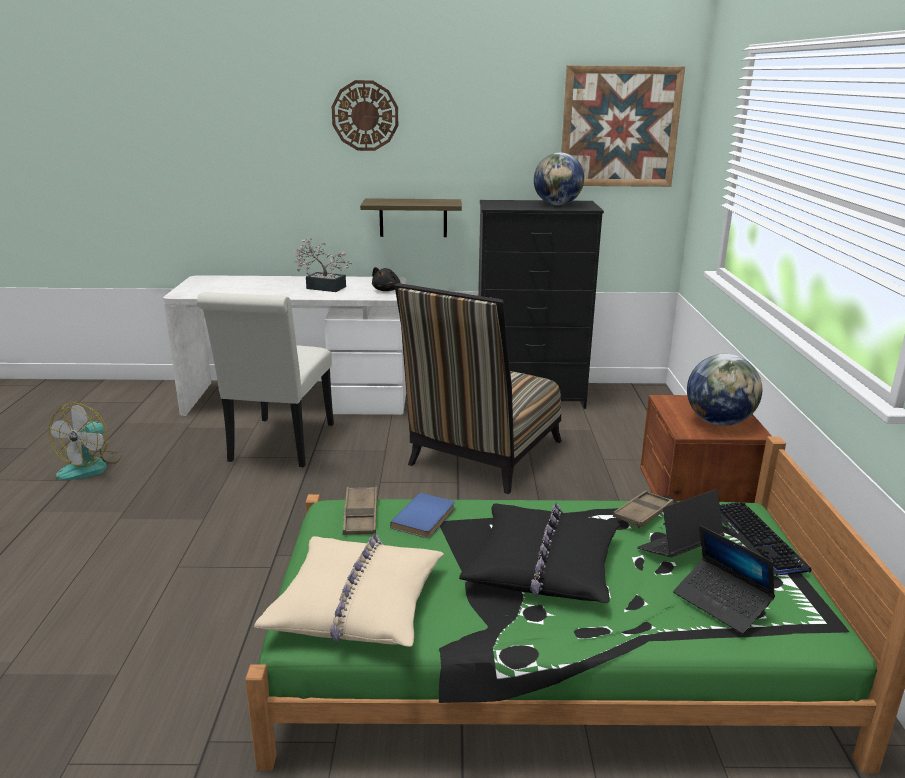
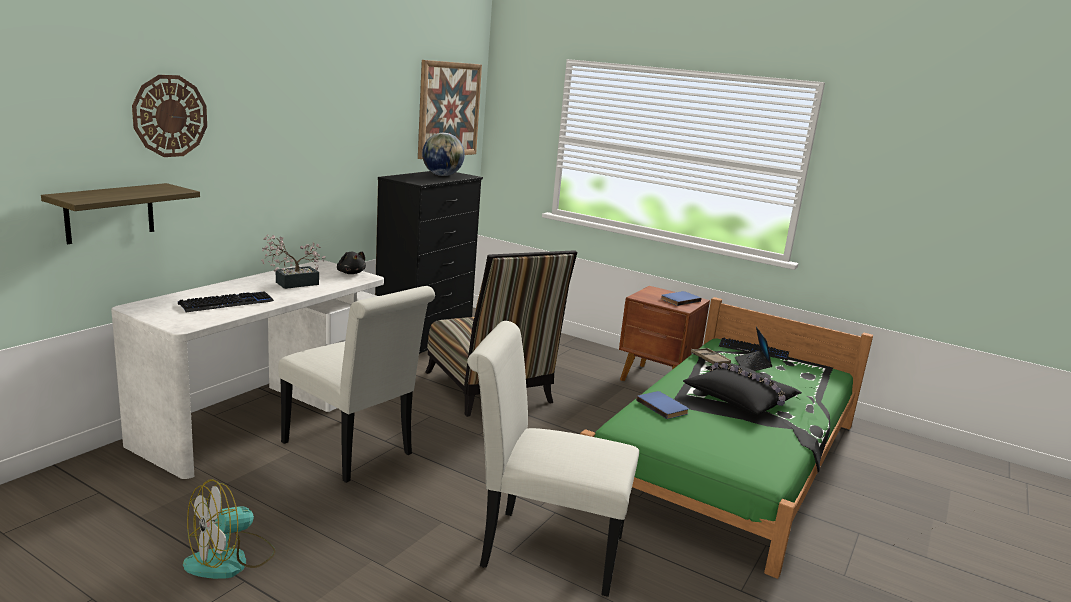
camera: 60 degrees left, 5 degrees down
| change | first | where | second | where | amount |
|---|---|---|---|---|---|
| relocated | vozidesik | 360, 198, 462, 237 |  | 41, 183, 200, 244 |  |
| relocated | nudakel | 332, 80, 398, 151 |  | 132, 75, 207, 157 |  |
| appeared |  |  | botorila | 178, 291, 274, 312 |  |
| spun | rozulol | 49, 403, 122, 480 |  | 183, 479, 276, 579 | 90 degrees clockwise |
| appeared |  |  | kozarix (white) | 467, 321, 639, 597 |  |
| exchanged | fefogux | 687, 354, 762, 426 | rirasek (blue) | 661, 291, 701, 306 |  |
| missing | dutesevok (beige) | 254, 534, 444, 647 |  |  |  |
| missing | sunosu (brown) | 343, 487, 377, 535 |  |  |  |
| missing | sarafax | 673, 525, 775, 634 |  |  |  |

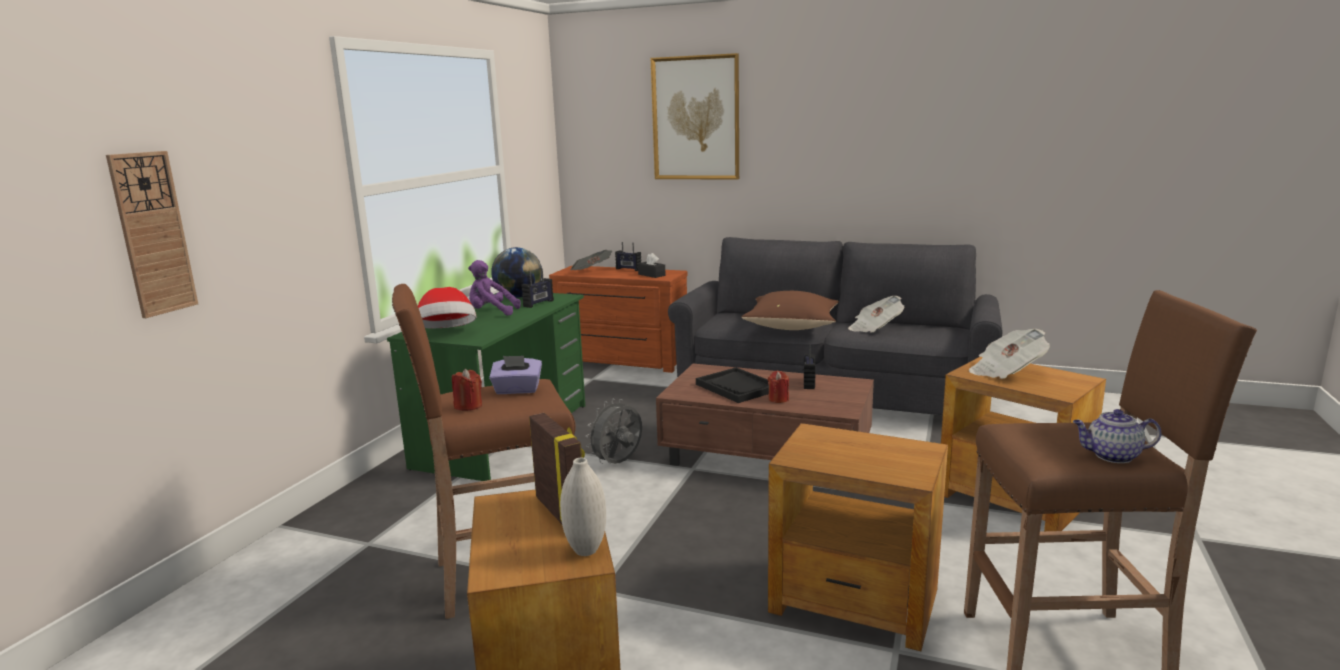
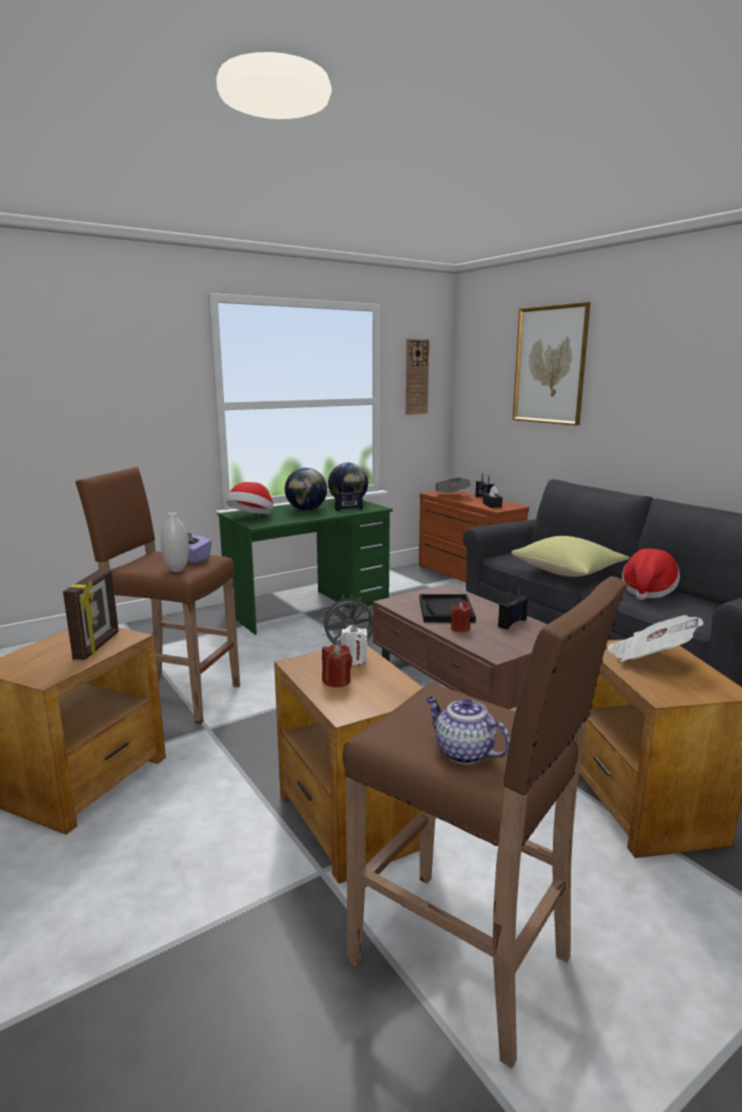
camera: 35 degrees right, 0 degrees up
| change | first | where | second | where | amount |
|---|---|---|---|---|---|
| relocated | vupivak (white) | 560, 458, 606, 556 |  | 160, 512, 189, 572 |  |
| exchanged | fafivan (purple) | 468, 260, 521, 316 | fefogux | 285, 468, 327, 511 |  |
| relocated | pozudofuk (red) | 452, 369, 482, 411 |  | 322, 644, 353, 687 |  |
| appeared |  |  | pozudofuk (white) | 340, 625, 367, 666 |  |
| relocated | nudakel | 106, 151, 198, 318 |  | 406, 339, 430, 415 |  |
| colour | dutesevok (brown) | 742, 291, 839, 330 | dutesevok (yellow) | 511, 536, 629, 577 |  |
| exchanged | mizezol | 848, 296, 904, 332 | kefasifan | 622, 548, 680, 600 |  |

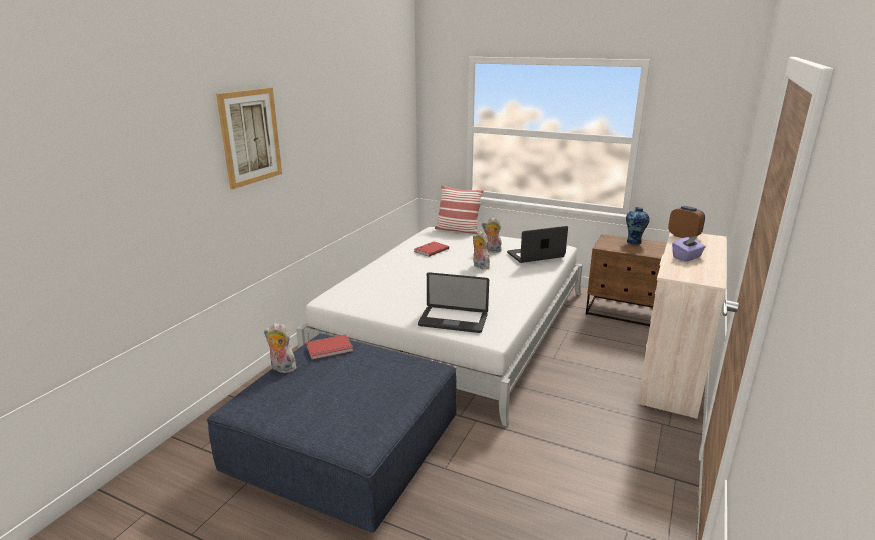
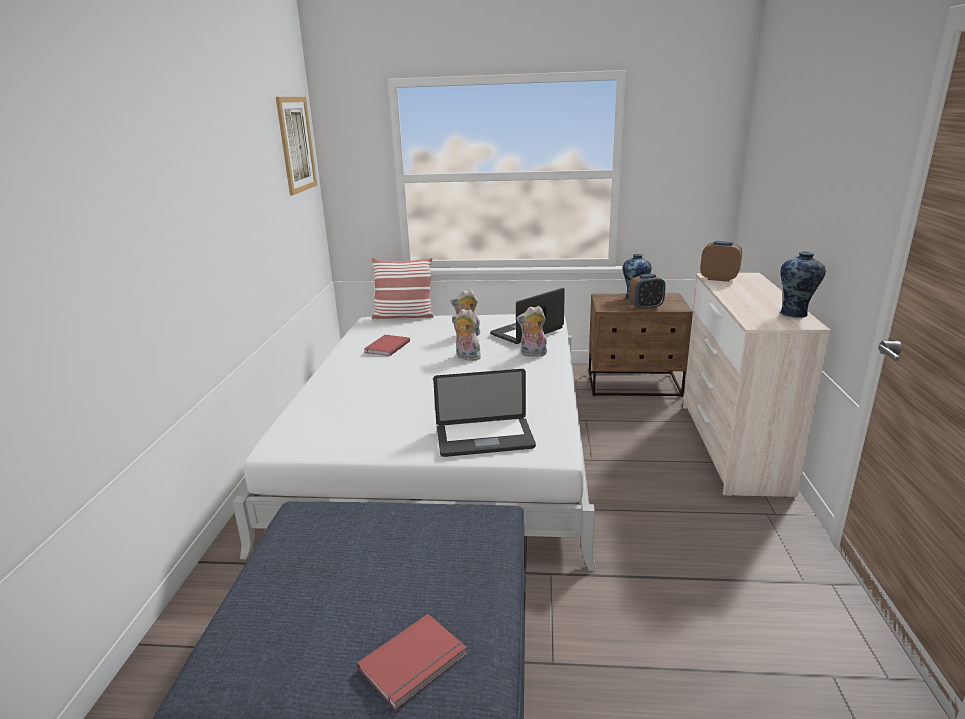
camera: 20 degrees left, 0 degrees up
| change | first | where | second | where | amount |
|---|---|---|---|---|---|
| relocated | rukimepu | 216, 88, 282, 189 |  | 276, 97, 317, 195 |  |
| relocated | rirasek (red) | 306, 334, 353, 360 |  | 357, 614, 467, 710 |  |
| relocated | fafivan | 264, 323, 296, 373 |  | 516, 306, 547, 357 |  |
| appeared |  |  | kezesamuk | 629, 274, 666, 310 |  |
| appeared |  |  | vupivak | 780, 251, 826, 318 |  |
| missing | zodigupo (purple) | 672, 236, 706, 262 |  |  |  |

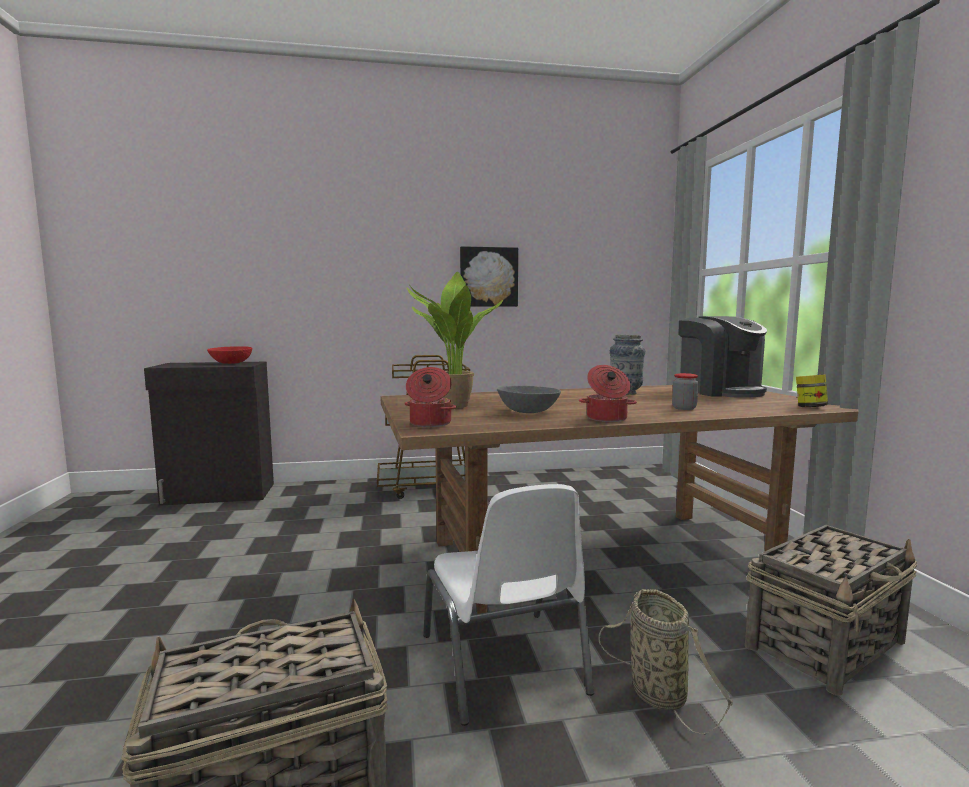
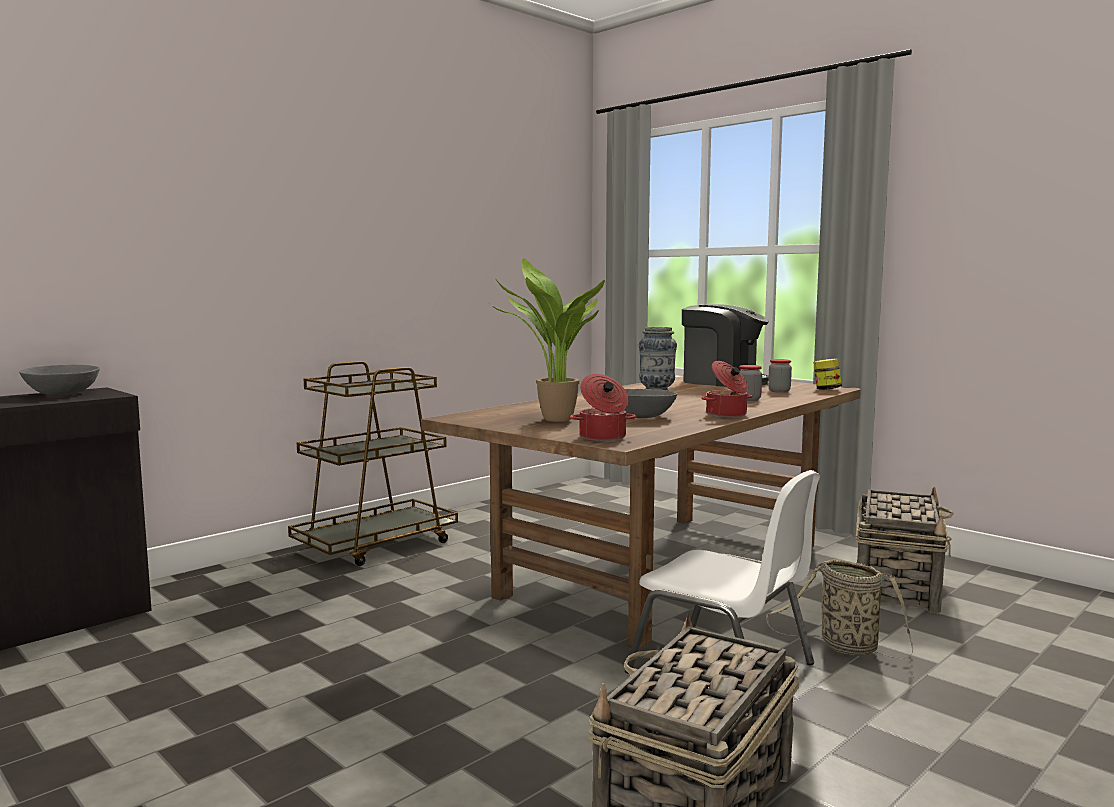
camera: 35 degrees left, 0 degrees up
| change | first | where | second | where | amount |
|---|---|---|---|---|---|
| colour | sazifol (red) | 207, 346, 252, 364 | sazifol (grey) | 19, 365, 100, 395 |  |
| appeared |  |  | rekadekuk | 768, 359, 792, 393 |  |
| missing | rukimepu | 460, 246, 518, 307 |  |  |  |

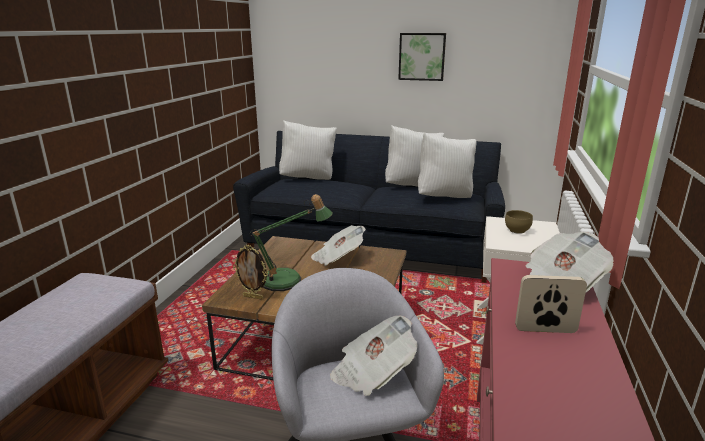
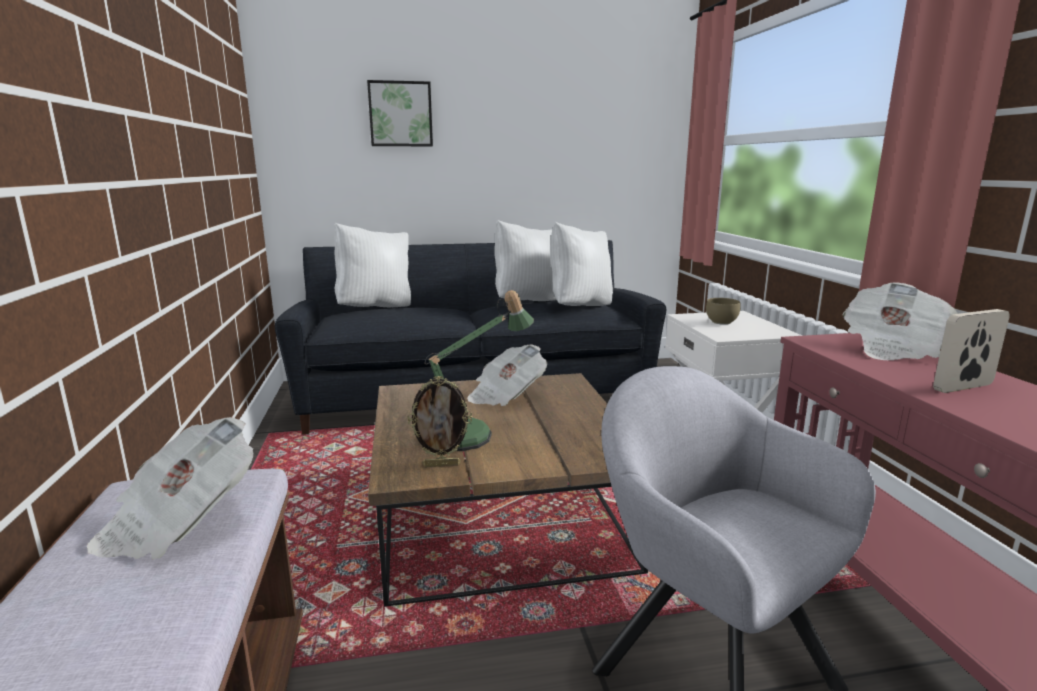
camera: 25 degrees left, 5 degrees down
| change | first | where | second | where | amount |
|---|---|---|---|---|---|
| relocated | mizezol | 330, 316, 417, 396 |  | 87, 417, 254, 560 |  |
| relocated | rukimepu | 398, 33, 446, 81 |  | 367, 80, 433, 146 |  |

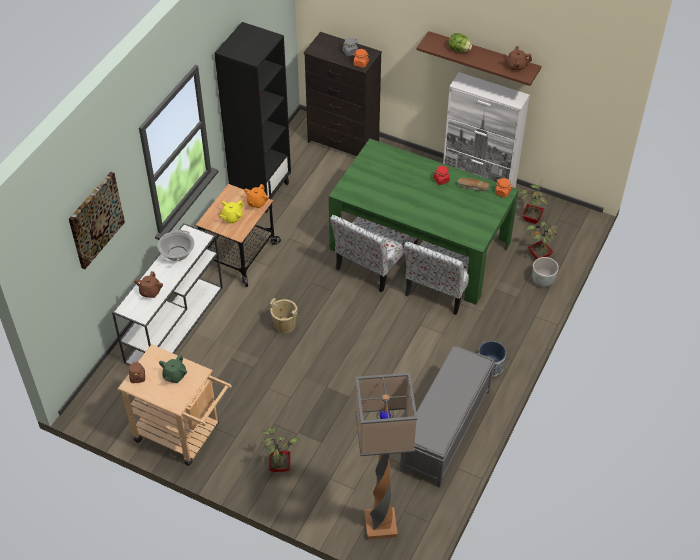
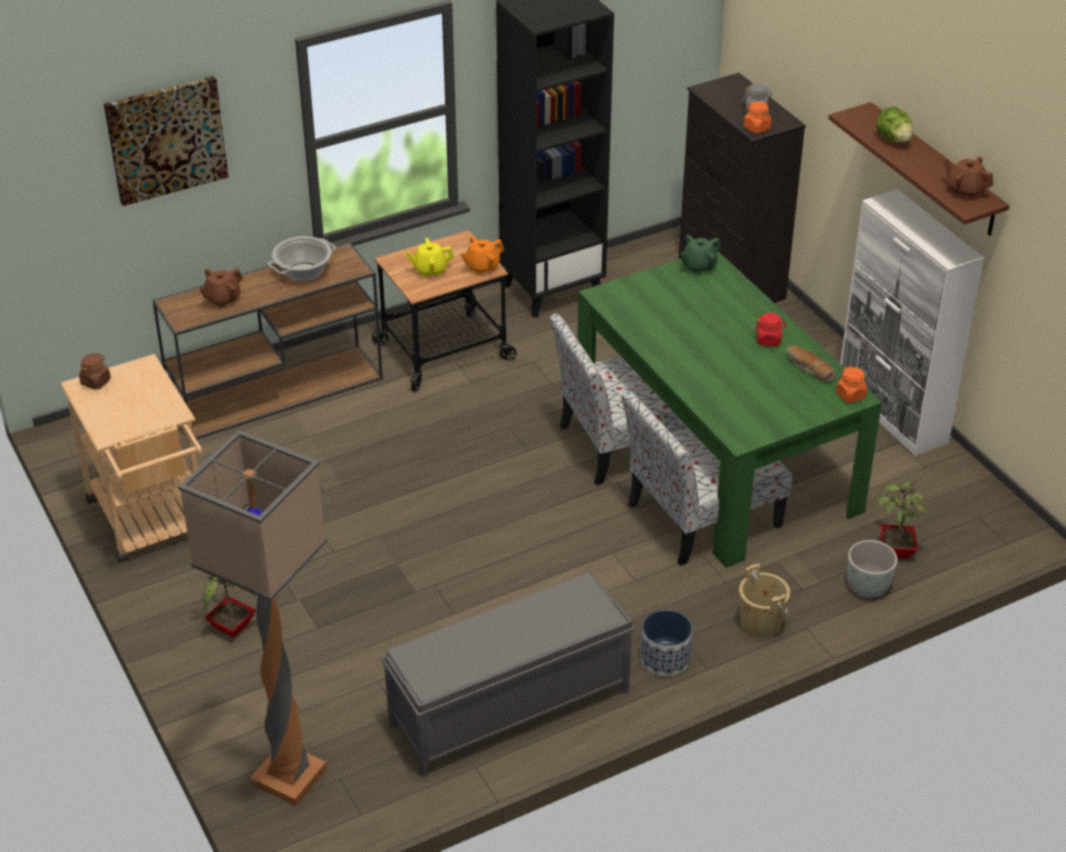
camera: 35 degrees right, 10 degrees down
| change | first | where | second | where | amount |
|---|---|---|---|---|---|
| colour | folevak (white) | 112, 223, 223, 365 | folevak (brown) | 152, 242, 383, 440 |  |
| relocated | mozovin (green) | 159, 355, 187, 383 |  | 679, 235, 721, 274 |  |
| relocated | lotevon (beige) | 270, 298, 298, 334 |  | 739, 564, 790, 638 |  |
| missing | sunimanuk | 519, 179, 548, 224 |  |  |  |

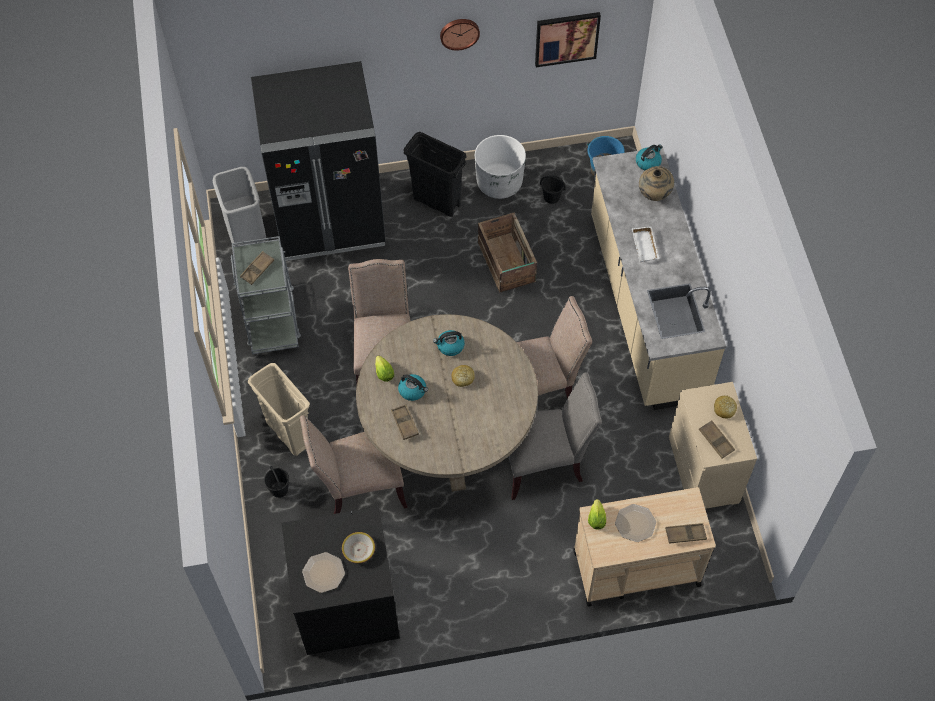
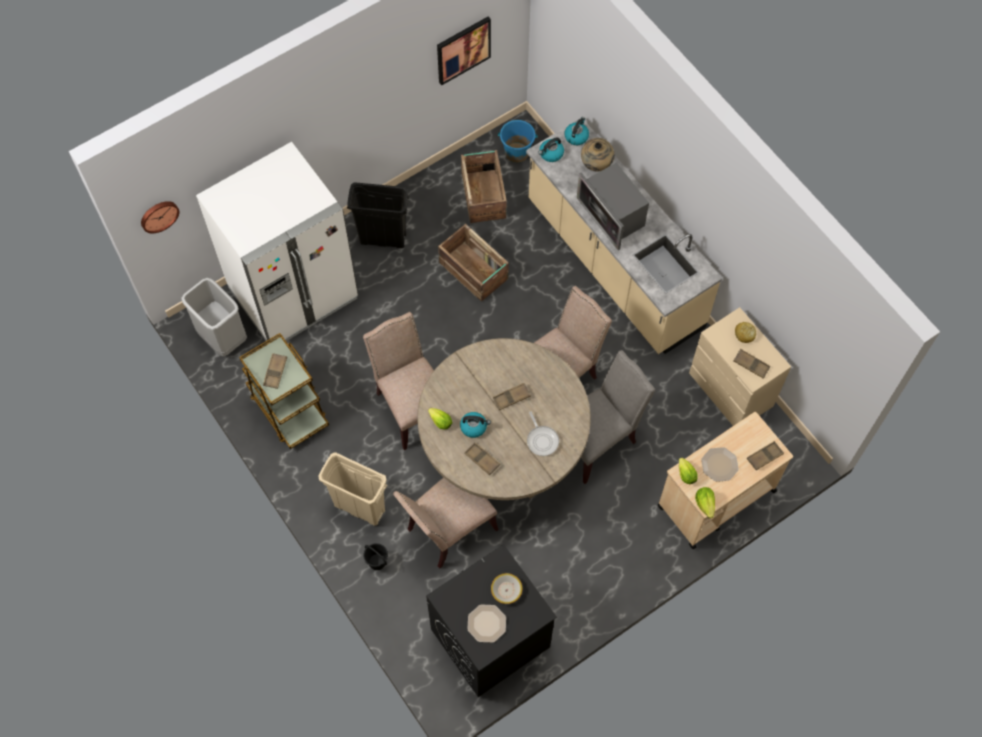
camera: 25 degrees left, 5 degrees up
| change | first | where | second | where | amount |
|---|---|---|---|---|---|
| relocated | nudakel | 440, 19, 480, 51 |  | 141, 201, 179, 234 |  |
| colour | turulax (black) | 251, 61, 386, 261 | turulax (white) | 196, 142, 358, 343 |  |
| colour | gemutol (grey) | 231, 236, 301, 354 | gemutol (brown) | 239, 333, 329, 449 |  |
| exchanged | lotevon (black) | 540, 175, 566, 204 | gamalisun | 461, 150, 507, 223 |  |
| exchanged | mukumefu | 451, 365, 475, 387 | sunosu (brown) | 493, 383, 531, 410 |  |
| appeared |  |  | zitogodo | 527, 411, 559, 456 |  |
| relocated | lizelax | 433, 330, 465, 356 |  | 538, 137, 564, 162 |  |
| exchanged | sunosu (white) | 632, 226, 660, 262 | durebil | 577, 163, 649, 250 |  |
| appeared |  |  | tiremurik | 695, 487, 715, 519 |  |
| missing | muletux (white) | 475, 135, 526, 199 |  |  |  |

